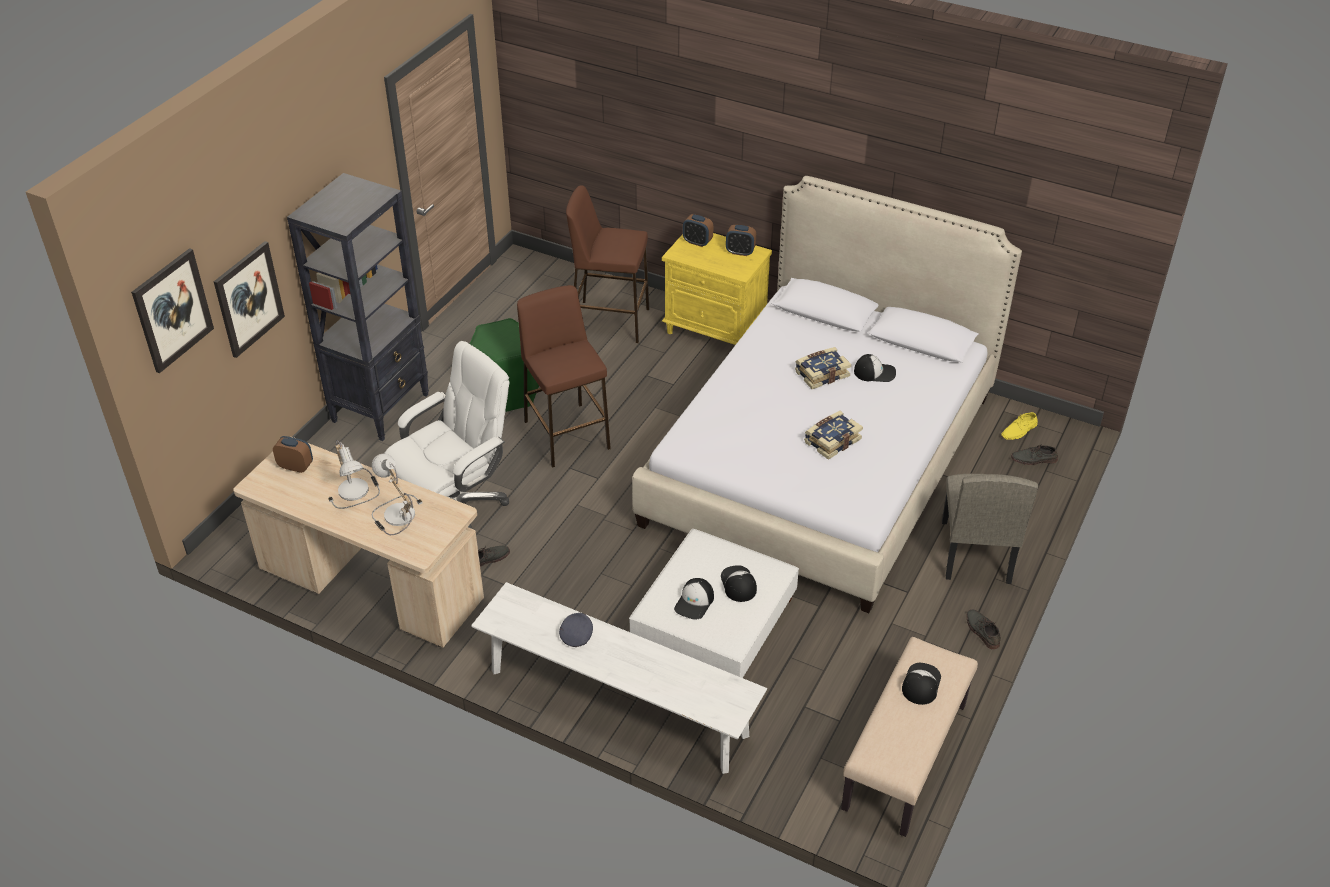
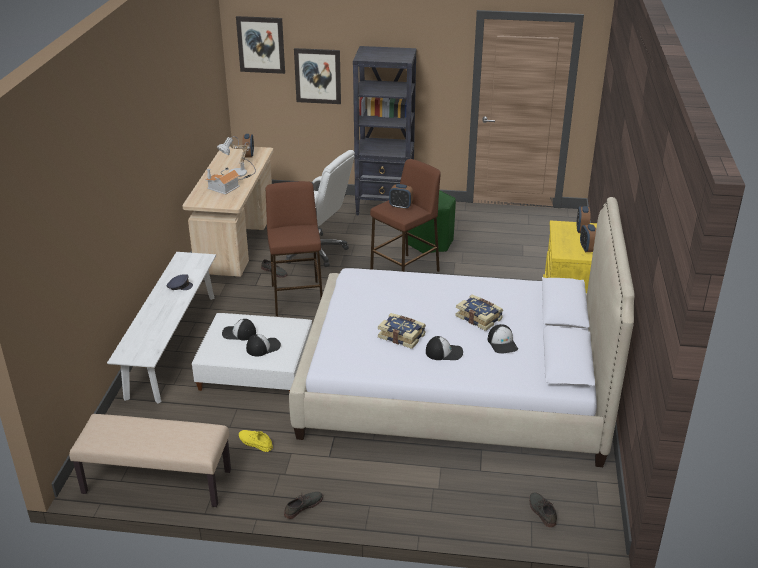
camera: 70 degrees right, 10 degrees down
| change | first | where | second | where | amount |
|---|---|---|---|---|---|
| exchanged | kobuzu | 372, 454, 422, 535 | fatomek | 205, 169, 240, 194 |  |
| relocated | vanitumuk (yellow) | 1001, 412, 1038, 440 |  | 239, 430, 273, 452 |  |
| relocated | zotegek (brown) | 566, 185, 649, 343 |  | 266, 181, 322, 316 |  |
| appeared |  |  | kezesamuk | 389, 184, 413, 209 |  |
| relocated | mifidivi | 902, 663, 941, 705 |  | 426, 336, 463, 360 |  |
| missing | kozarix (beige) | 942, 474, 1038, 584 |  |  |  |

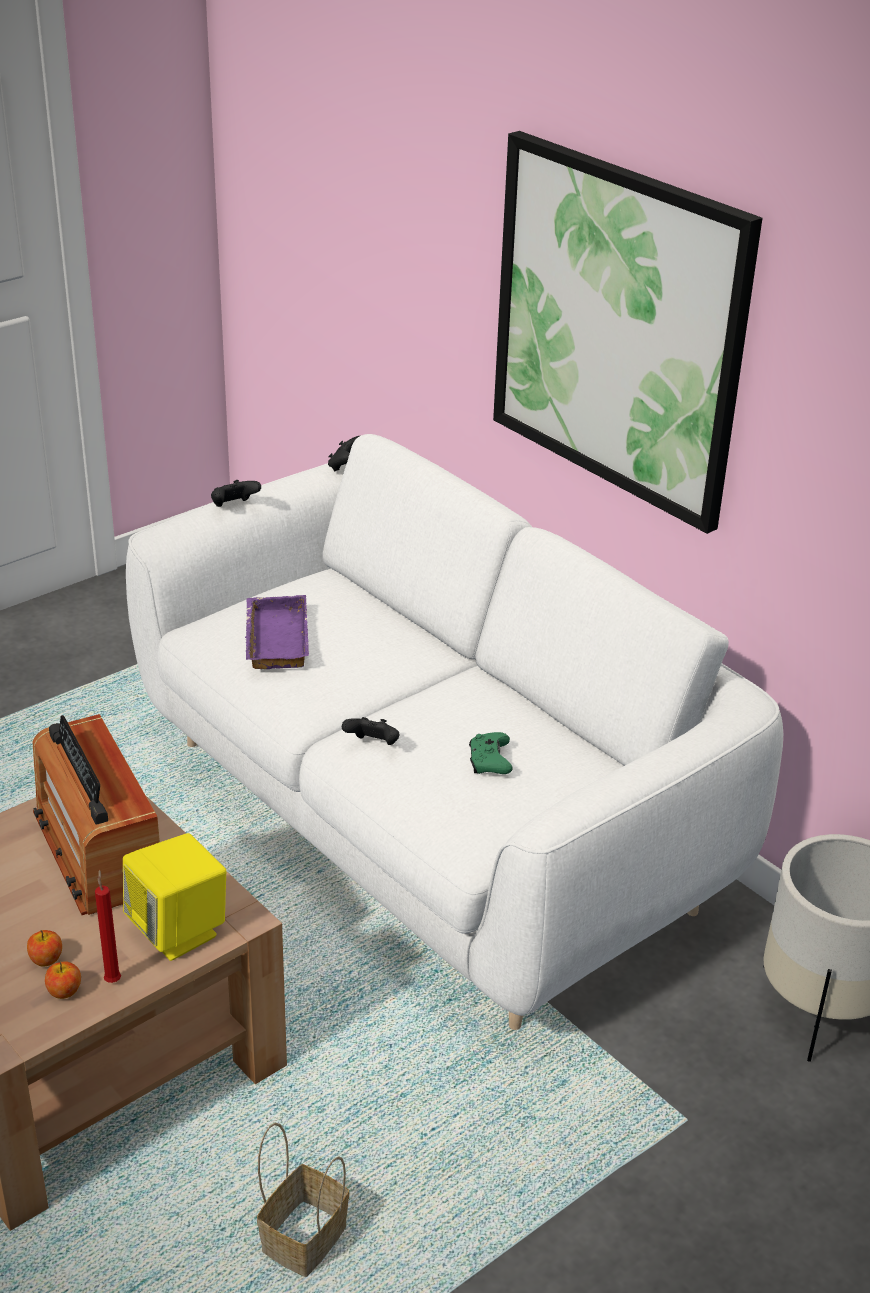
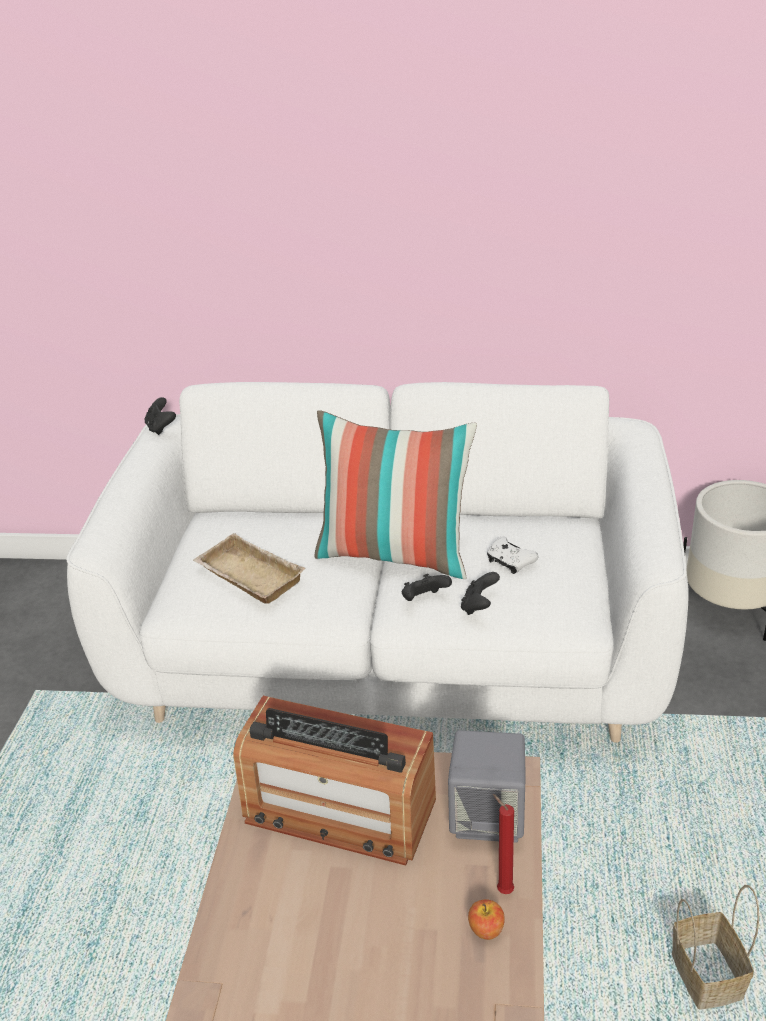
camera: 40 degrees left, 0 degrees up
| change | first | where | second | where | amount |
|---|---|---|---|---|---|
| colour | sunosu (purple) | 245, 595, 309, 669 | sunosu (beige) | 193, 533, 306, 604 |  |
| appeared |  |  | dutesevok | 315, 410, 477, 579 |  |
| colour | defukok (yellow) | 123, 833, 226, 961 | defukok (grey) | 448, 730, 526, 843 |  |
| relocated | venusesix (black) | 211, 480, 261, 507 |  | 461, 572, 500, 615 |  |
| colour | venusesix (green) | 469, 732, 513, 774 | venusesix (white) | 487, 537, 539, 574 |  |
| missing | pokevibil | 27, 930, 62, 967 |  |  |  |
| missing | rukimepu | 493, 131, 762, 534 |  |  |  |

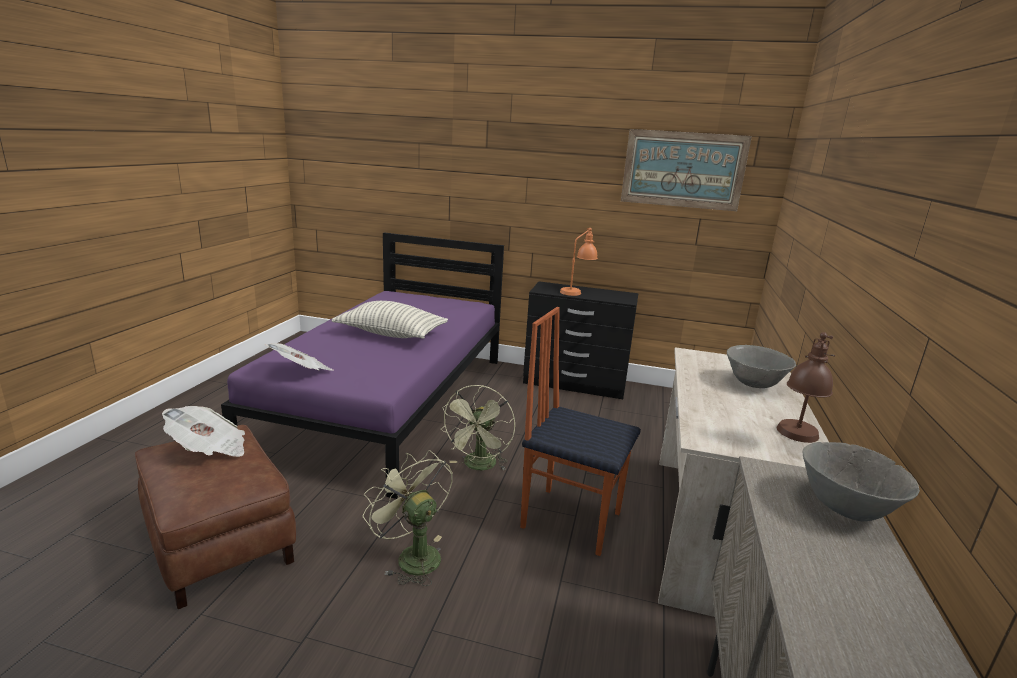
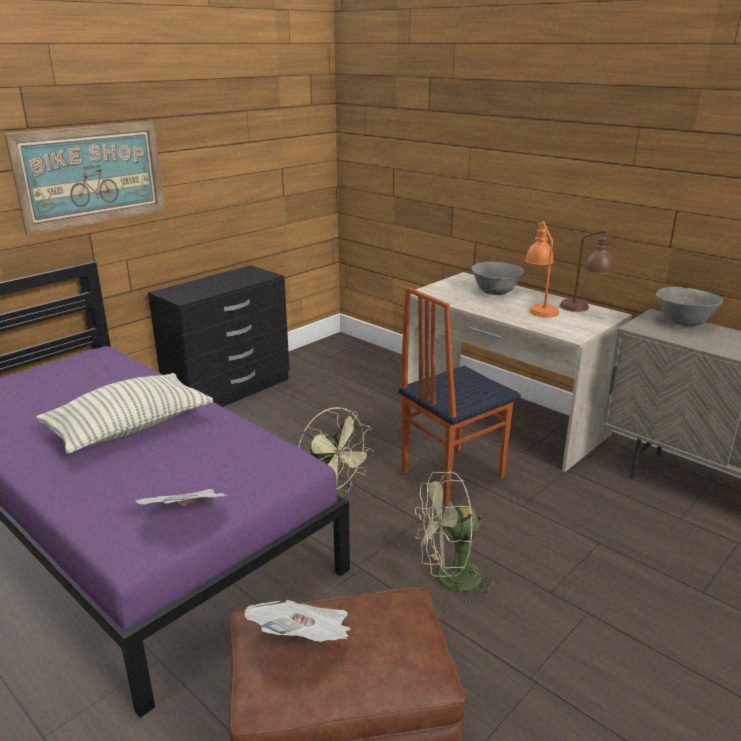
camera: 60 degrees left, 5 degrees up
| change | first | where | second | where | amount |
|---|---|---|---|---|---|
| relocated | rukimepu | 621, 129, 752, 211 |  | 4, 121, 165, 235 |  |
| relocated | kobuzu (orange) | 560, 228, 598, 296 |  | 525, 221, 559, 318 |  |

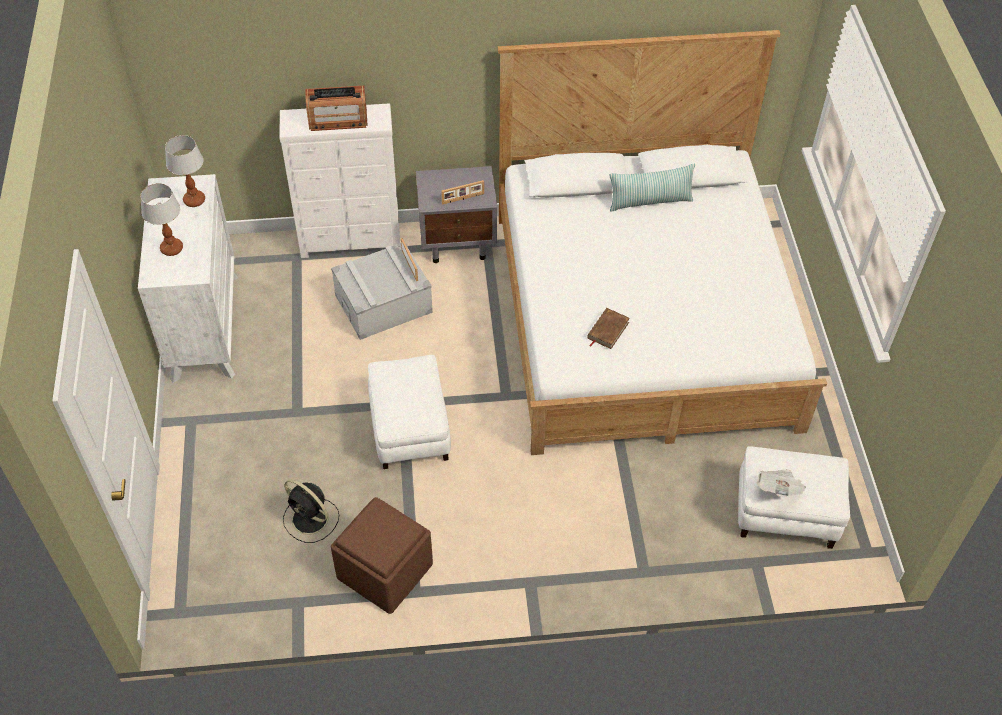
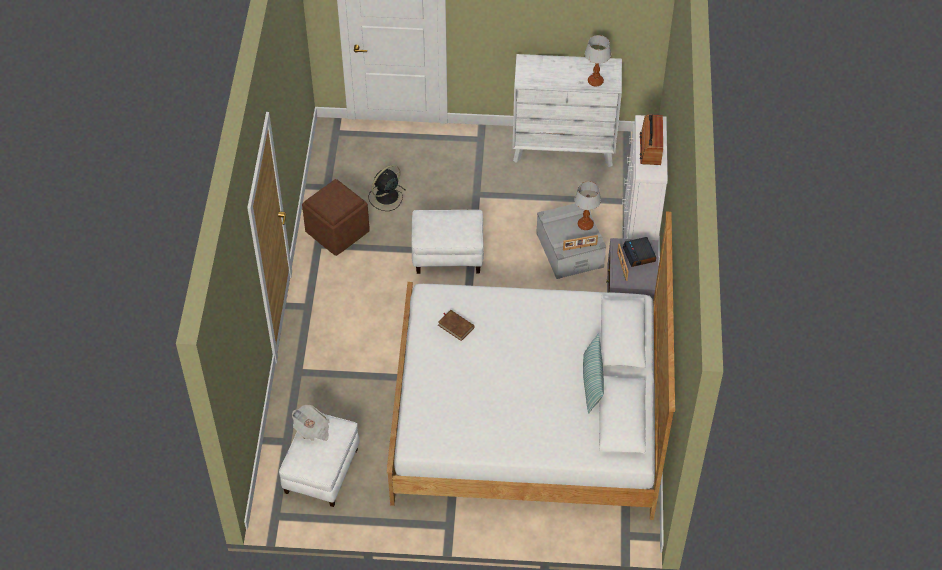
camera: 100 degrees right, 0 degrees up
| change | first | where | second | where | amount |
|---|---|---|---|---|---|
| relocated | kobuzu | 140, 183, 183, 256 |  | 574, 181, 601, 230 |  |
| appeared |  |  | kezesamuk | 623, 237, 656, 267 |  |

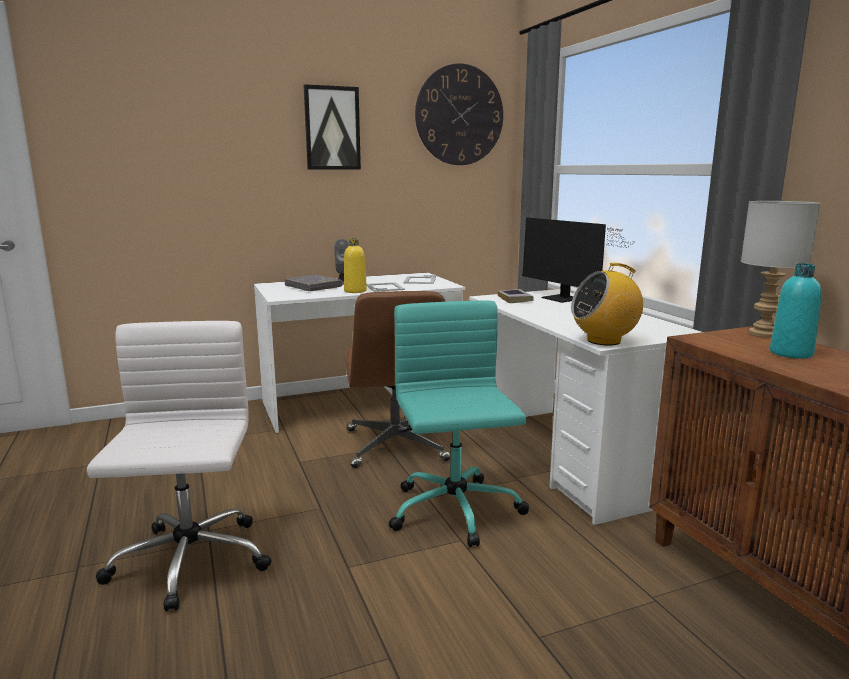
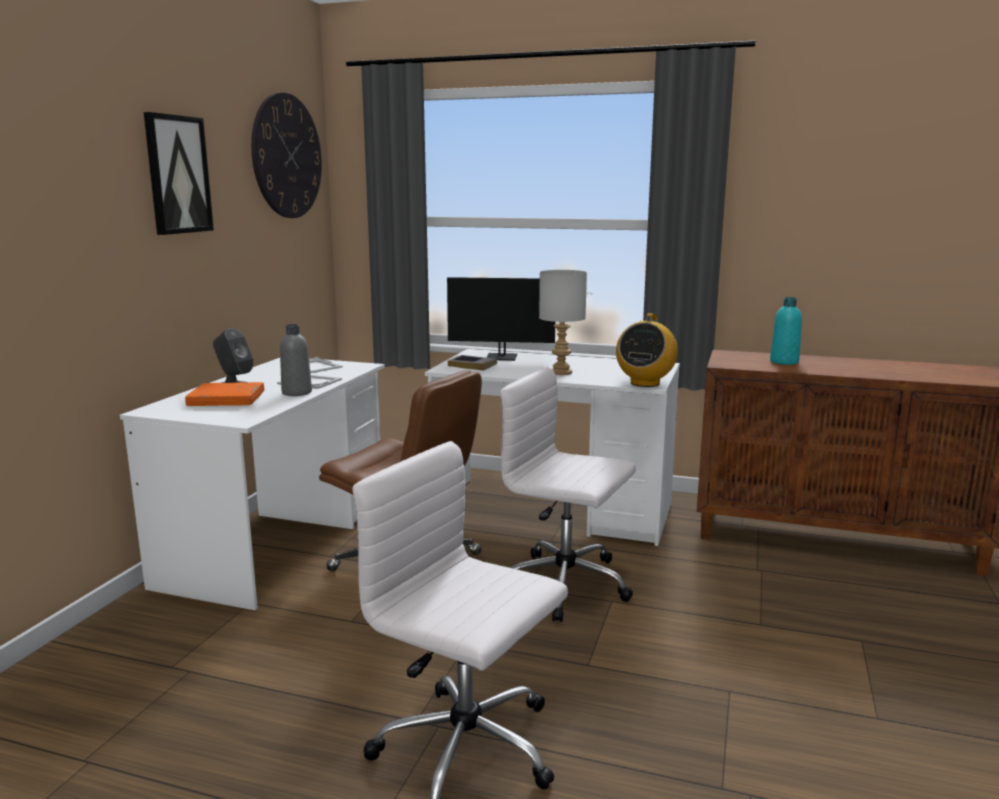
camera: 50 degrees left, 0 degrees up
| change | first | where | second | where | amount |
|---|---|---|---|---|---|
| colour | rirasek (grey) | 285, 275, 342, 291 | rirasek (orange) | 185, 382, 264, 406 |  |
| colour | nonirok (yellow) | 344, 238, 367, 293 | nonirok (grey) | 280, 324, 312, 396 |  |
| colour | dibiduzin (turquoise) | 389, 300, 529, 547 | dibiduzin (white) | 500, 367, 636, 622 |  |
| relocated | kobuzu (grey) | 741, 201, 820, 338 |  | 539, 270, 587, 375 |  |

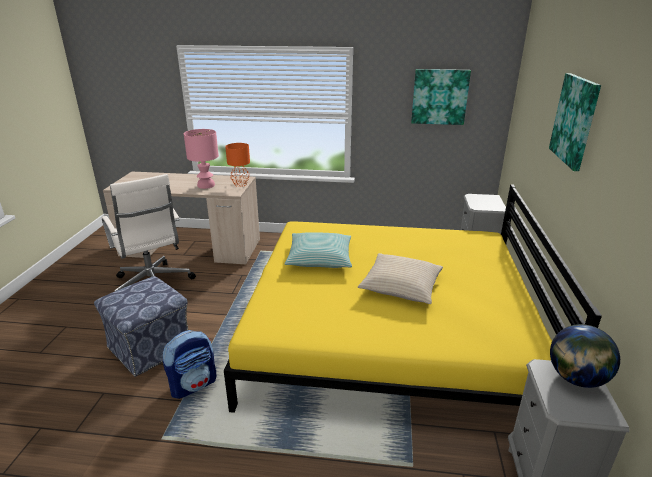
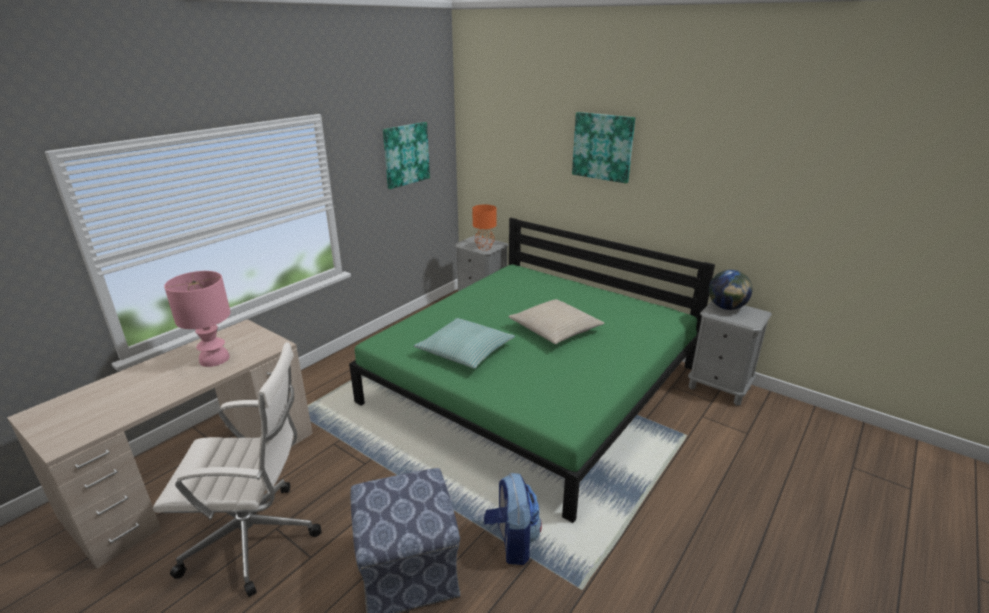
camera: 60 degrees left, 0 degrees up
| change | first | where | second | where | amount |
|---|---|---|---|---|---|
| colour | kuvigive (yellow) | 224, 184, 602, 413 | kuvigive (green) | 349, 218, 715, 523 |  |
| relocated | kobuzu (orange) | 225, 143, 250, 187 |  | 472, 205, 497, 250 |  |

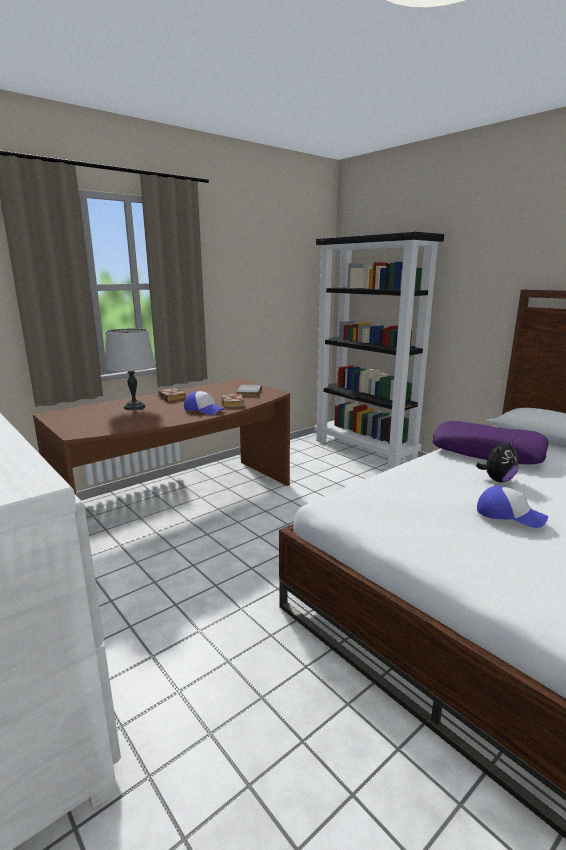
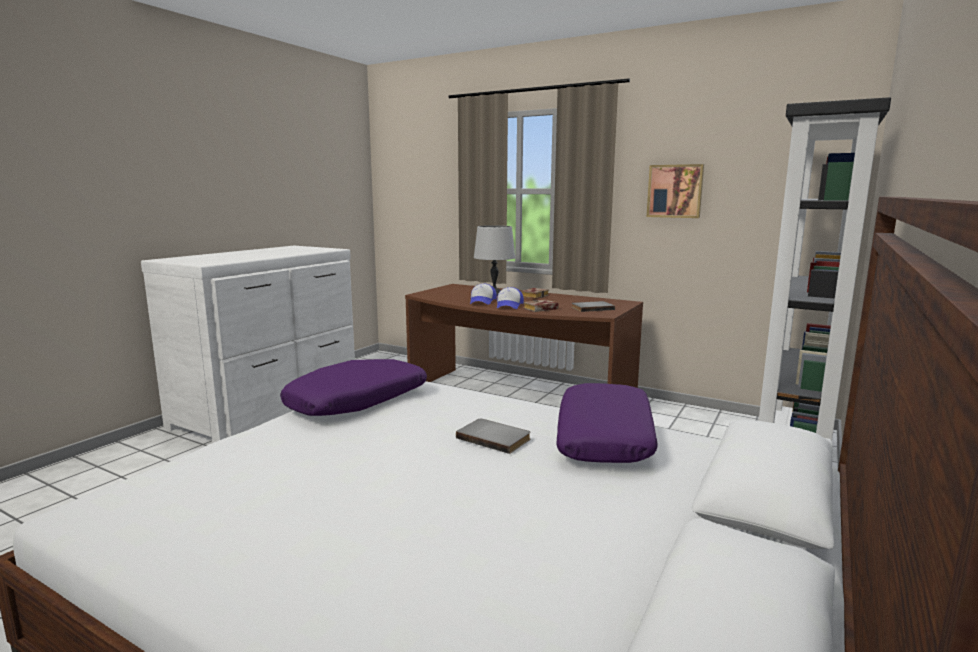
camera: 70 degrees right, 5 degrees down
| change | first | where | second | where | amount |
|---|---|---|---|---|---|
| appeared |  |  | dutesevok (purple) | 280, 359, 427, 416 |  |
| exchanged | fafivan | 476, 439, 519, 482 | rirasek (grey) | 456, 419, 531, 454 |  |
| relocated | mifidivi | 477, 486, 548, 528 |  | 470, 284, 497, 305 |  |
| appeared |  |  | rukimepu | 646, 164, 704, 218 |  |

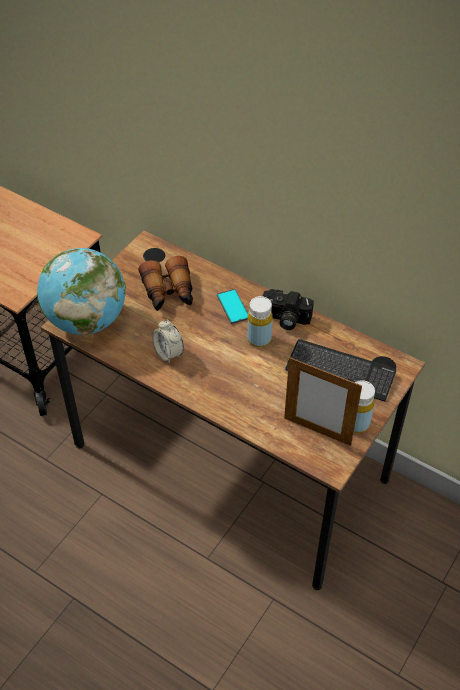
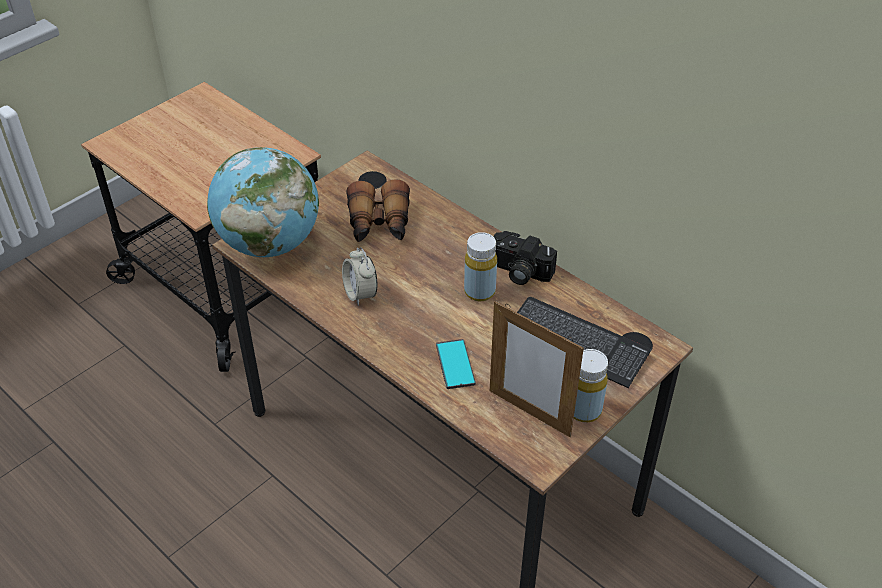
camera: 10 degrees right, 5 degrees down
| change | first | where | second | where | amount |
|---|---|---|---|---|---|
| relocated | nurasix | 217, 289, 248, 324 |  | 436, 339, 476, 389 |  |

